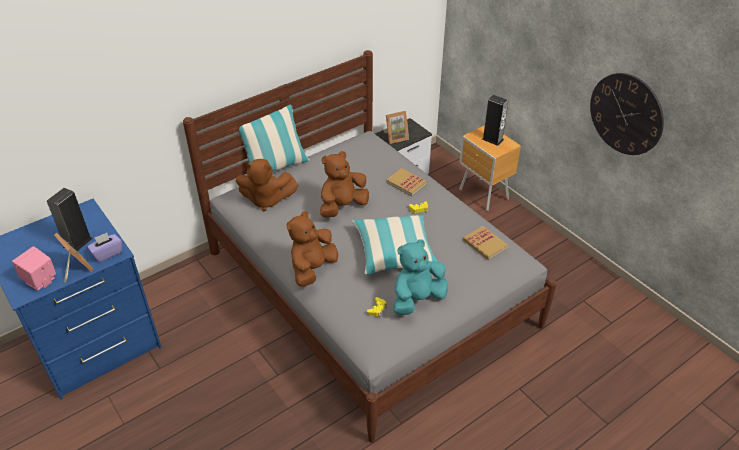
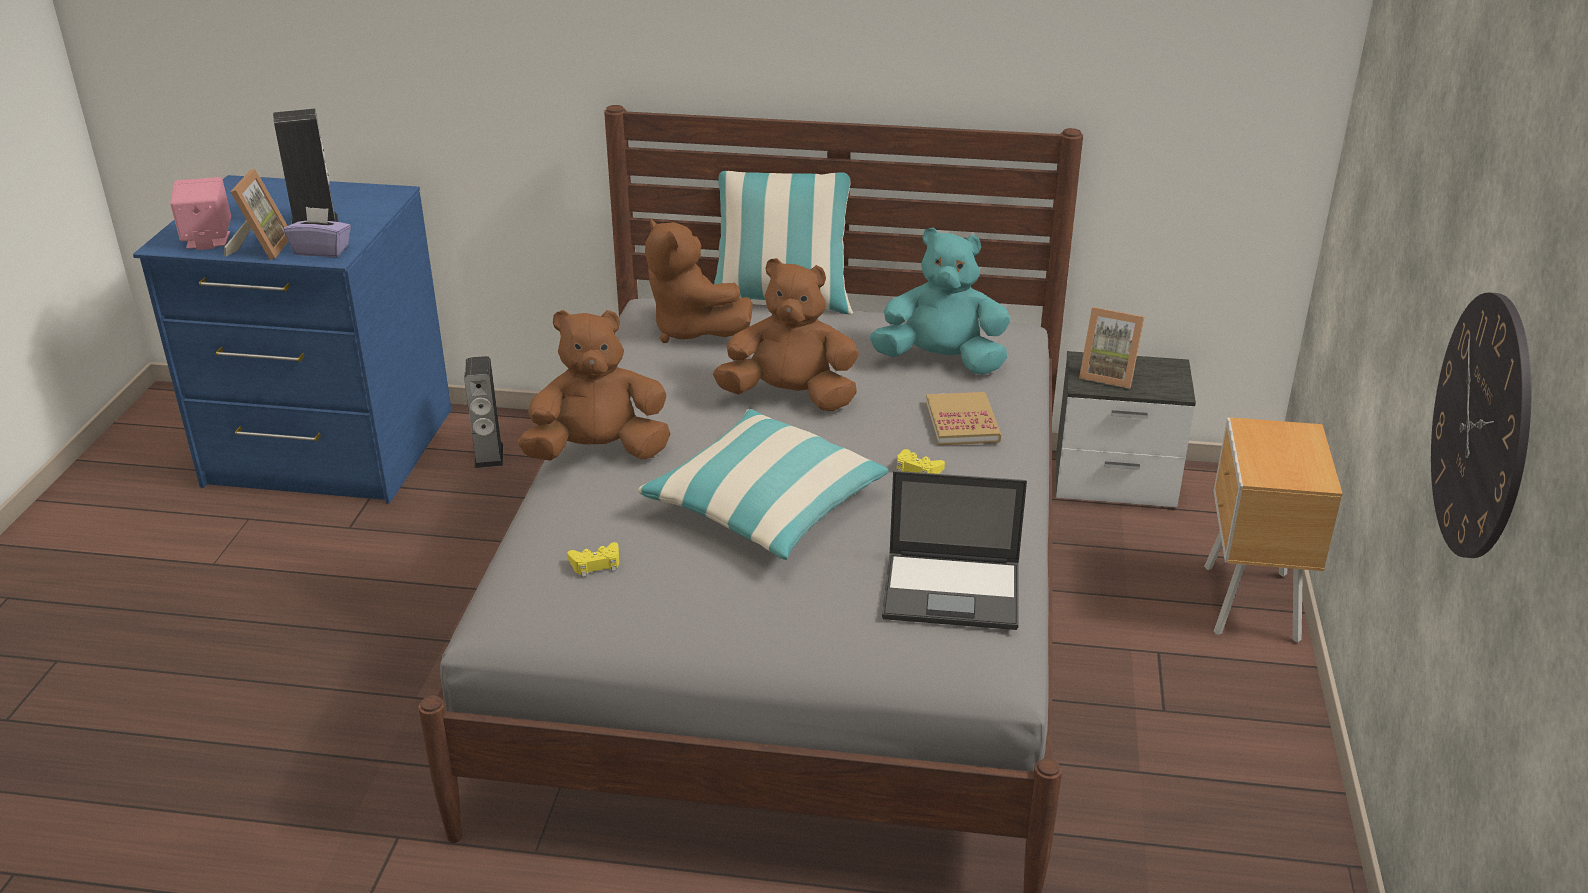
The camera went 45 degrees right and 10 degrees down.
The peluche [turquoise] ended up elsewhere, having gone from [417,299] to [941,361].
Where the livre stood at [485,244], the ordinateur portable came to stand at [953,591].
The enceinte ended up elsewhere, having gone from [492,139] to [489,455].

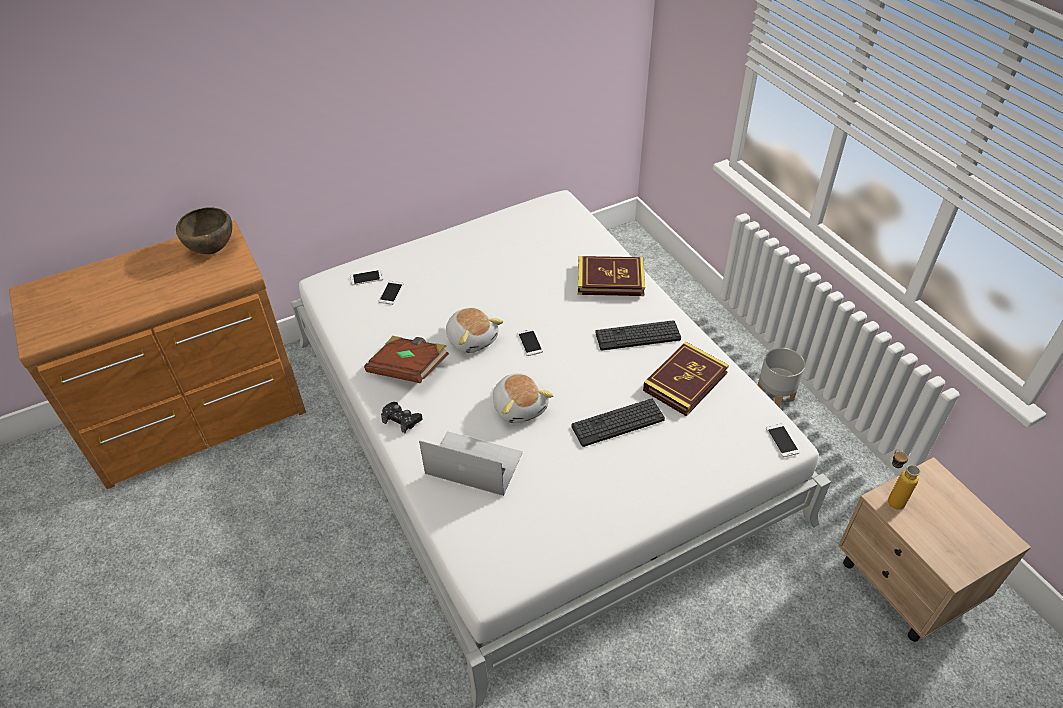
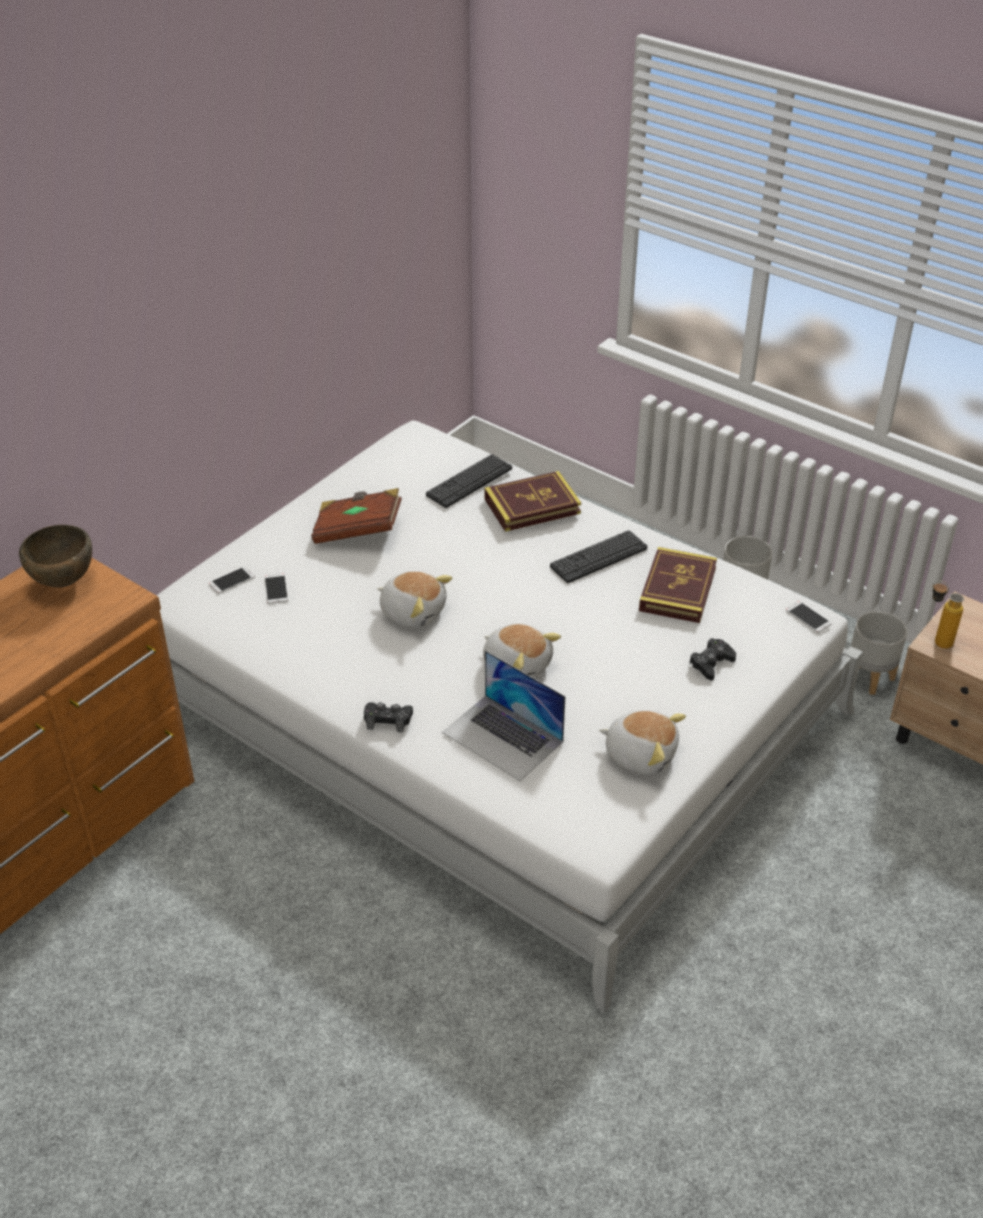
The camera went 25 degrees left and 5 degrees down.
The livre [marron] ended up elsewhere, having gone from [409,369] to [358,530].
The ordinateur portable at [473,463] ended up facing another way, 135 degrees counterclockwise from before.
The second view lost the téléphone at [530,342].
The clavier ended up elsewhere, having gone from [618,423] to [469,482].
The second view gained the peluche at [641,754].
The second view gained the manette [noir] at [711,663].
The second view gained the cache-pot [gris] at [868,677].

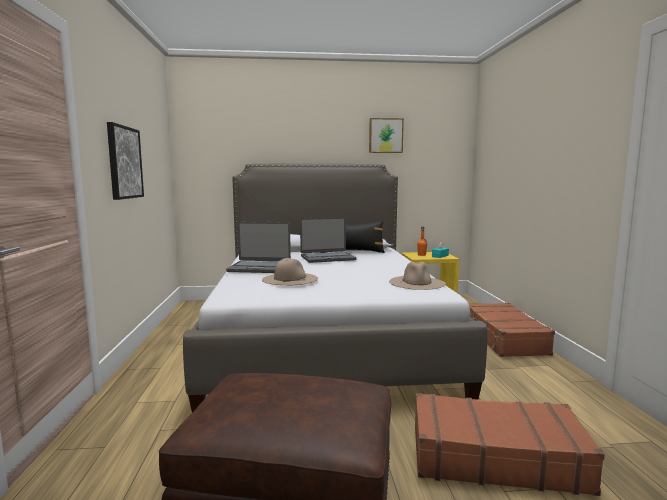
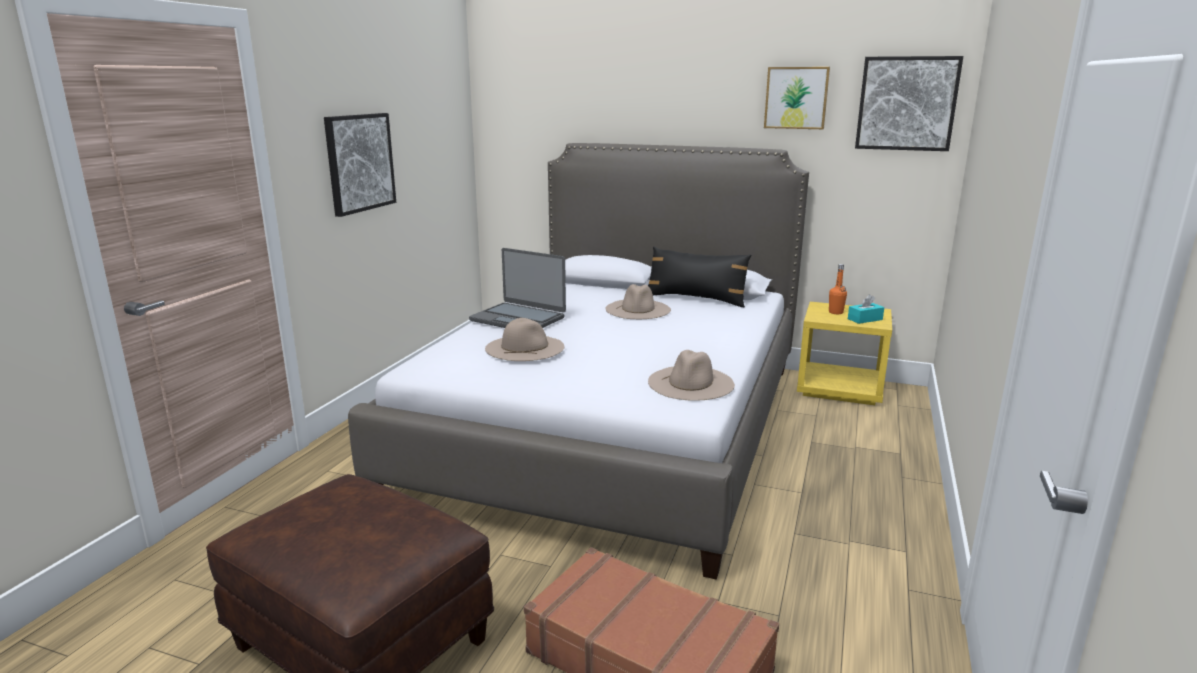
The camera went 25 degrees right and 10 degrees up.
Where the ordinateur portable stood at [327,258], the chapeau [beige] came to stand at [638,309].
The second view lost the valise [marron] at [503,339].
The second view gained the tableau at [906,103].

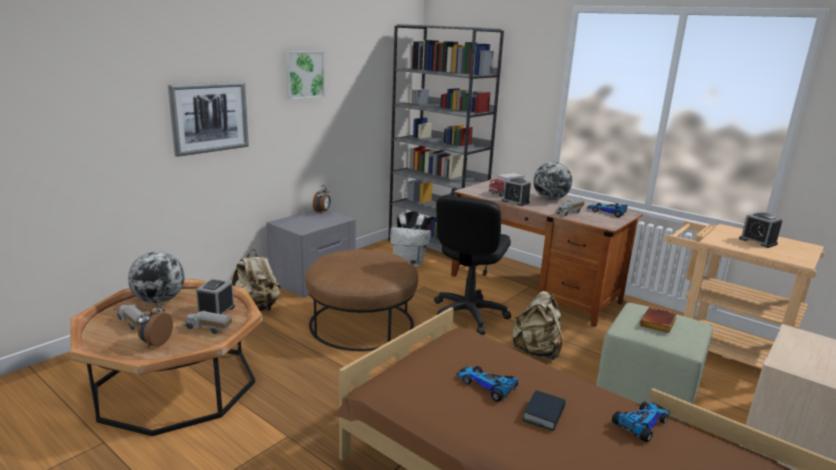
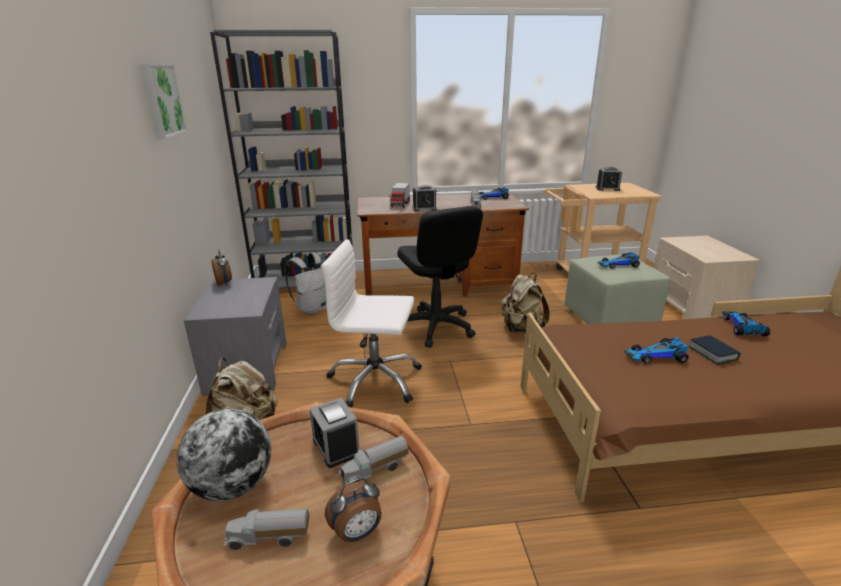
The camera went 45 degrees left and 5 degrees up.
The réveil at [156,343] ended up facing another way, 90 degrees counterclockwise from before.
The second view lost the tableau at [209,117].
Where the pouf [marron] stood at [361,323], the chaise de bureau [blanc] came to stand at [375,381].
The second view lost the globe at [550,199].
Where the livre [marron] stood at [658,324], the petite voiture came to stand at [618,265].

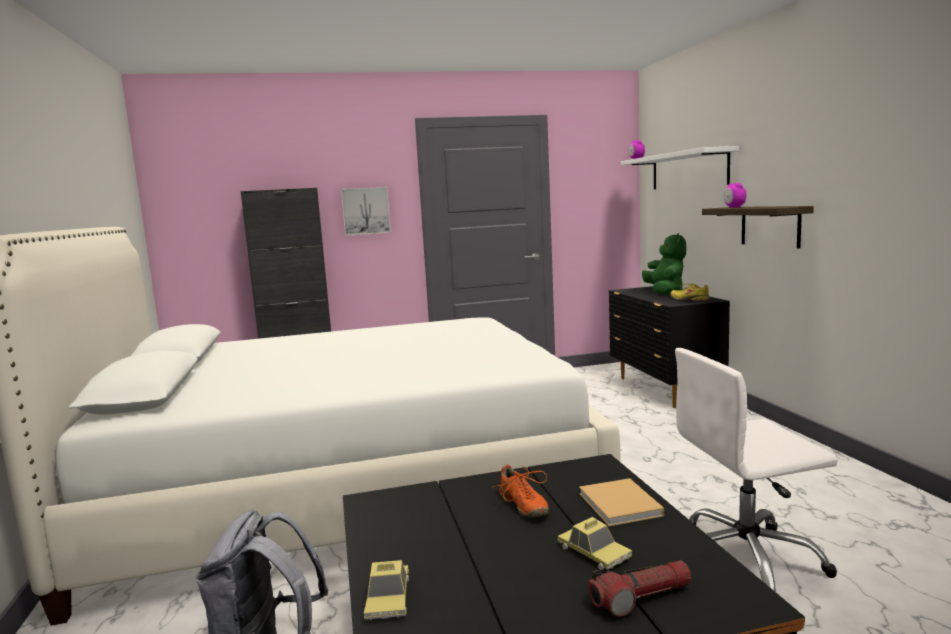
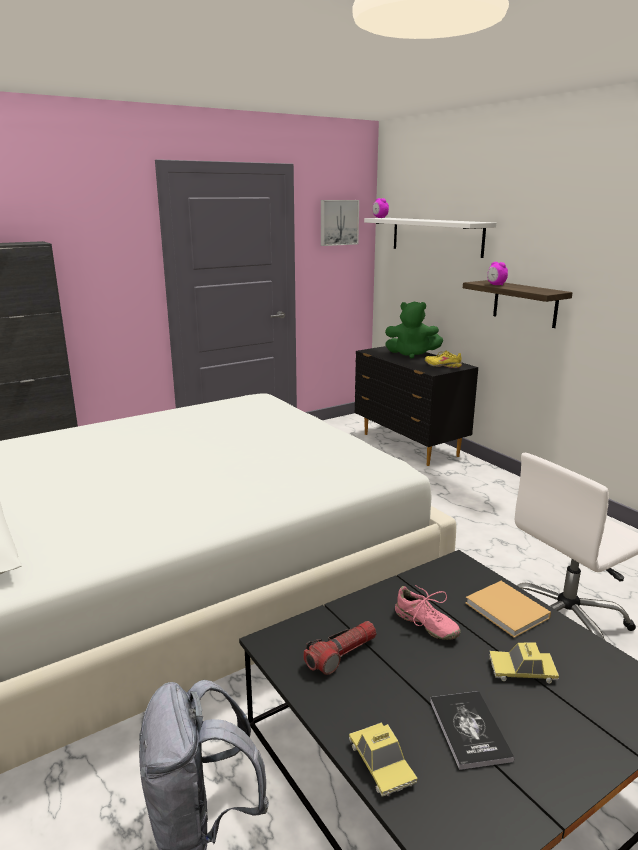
The camera went 20 degrees left and 10 degrees up.
The tableau ended up elsewhere, having gone from [365,211] to [338,222].
What was the chaussure [orange] at [523,505] turned into the chaussure [rose] at [425,625].
The petite voiture at [594,552] ended up facing another way, 150 degrees clockwise from before.
The lampe de poche ended up elsewhere, having gone from [641,597] to [341,654].
The peluche [vert] at [664,292] ended up facing another way, 120 degrees clockwise from before.
The second view gained the livre at [469,730].

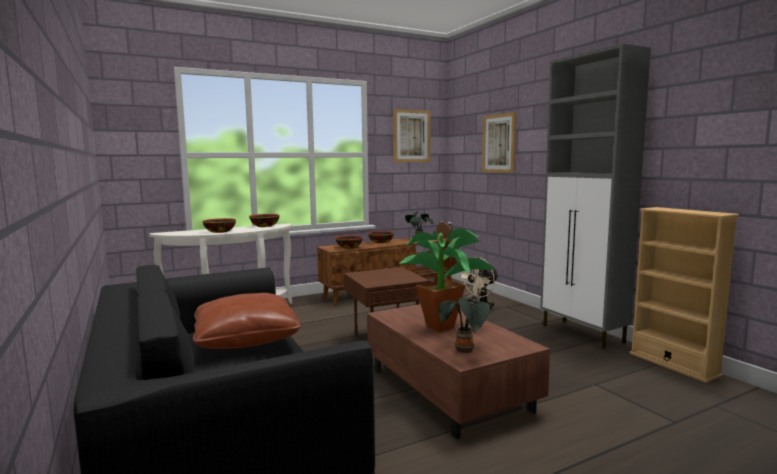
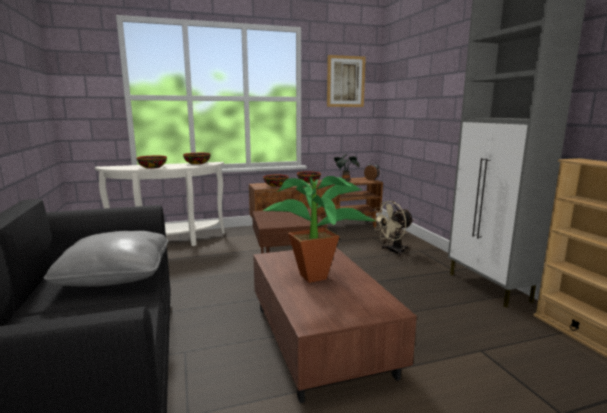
The camera went 10 degrees right and 5 degrees up.
What was the coussin [marron] at [246,339] turned into the coussin [gris] at [116,275].
The second view lost the plante en pot at [465,351].
The second view lost the tableau at [499,143].

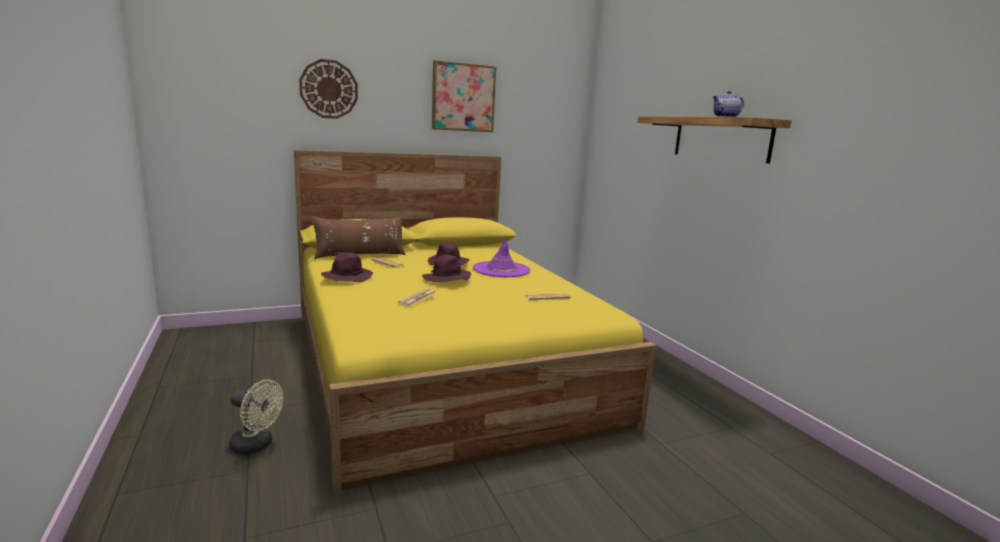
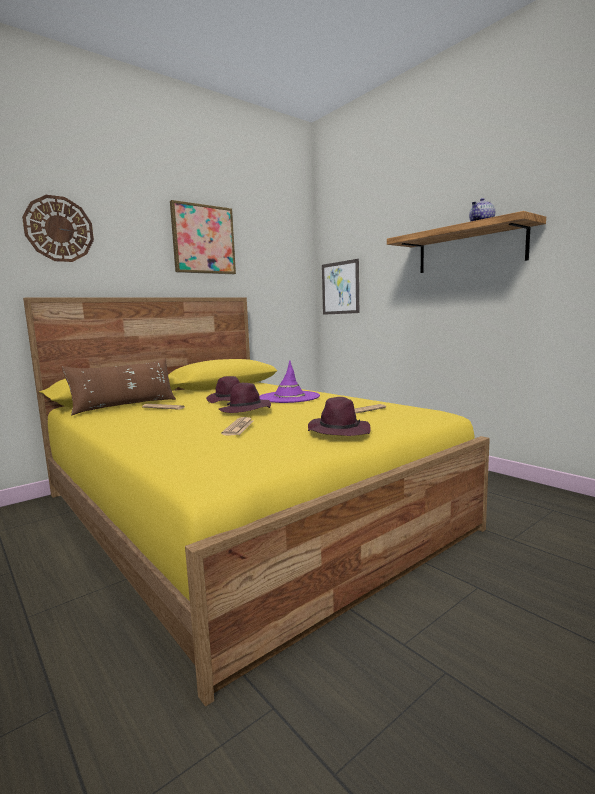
The camera went 15 degrees left and 5 degrees down.
The second view lost the ventilateur [beige] at [257,446].
The chapeau [violet] ended up elsewhere, having gone from [347,277] to [338,431].
The second view gained the tableau at [340,288].

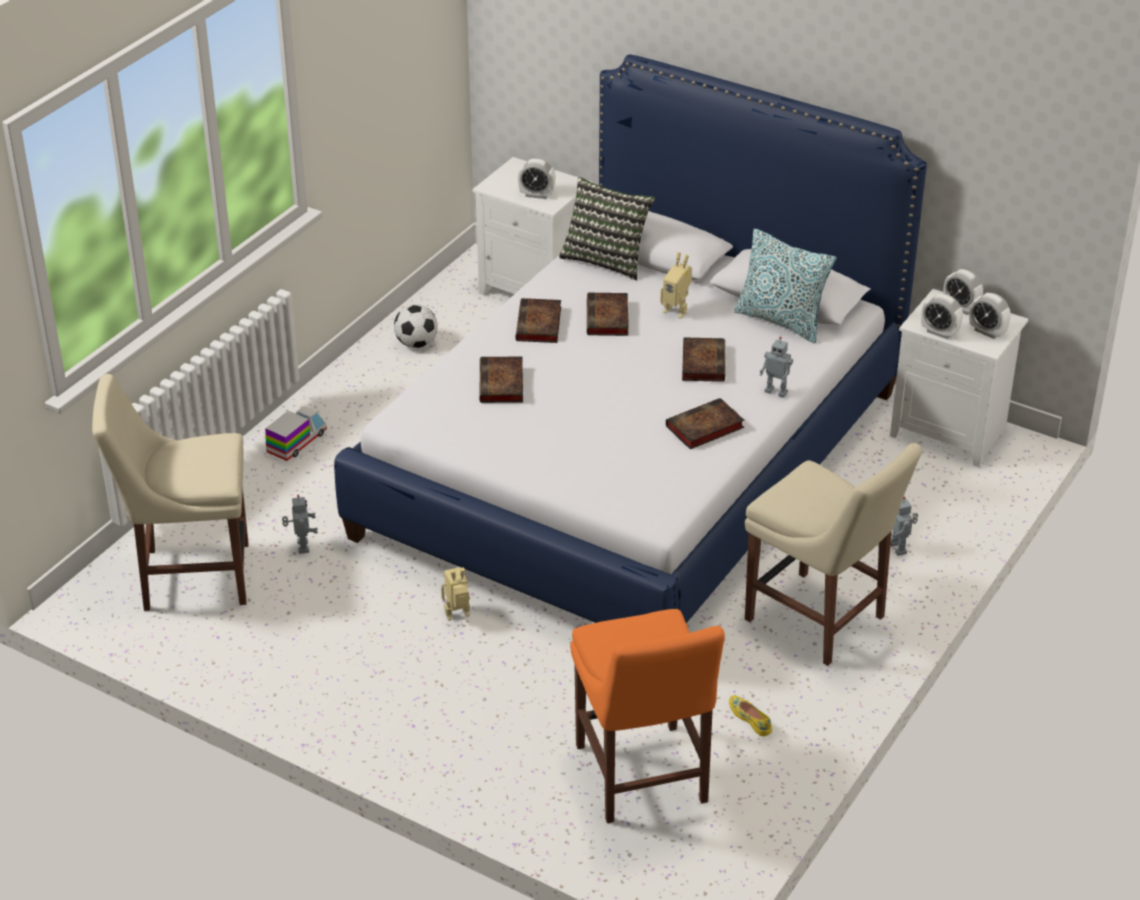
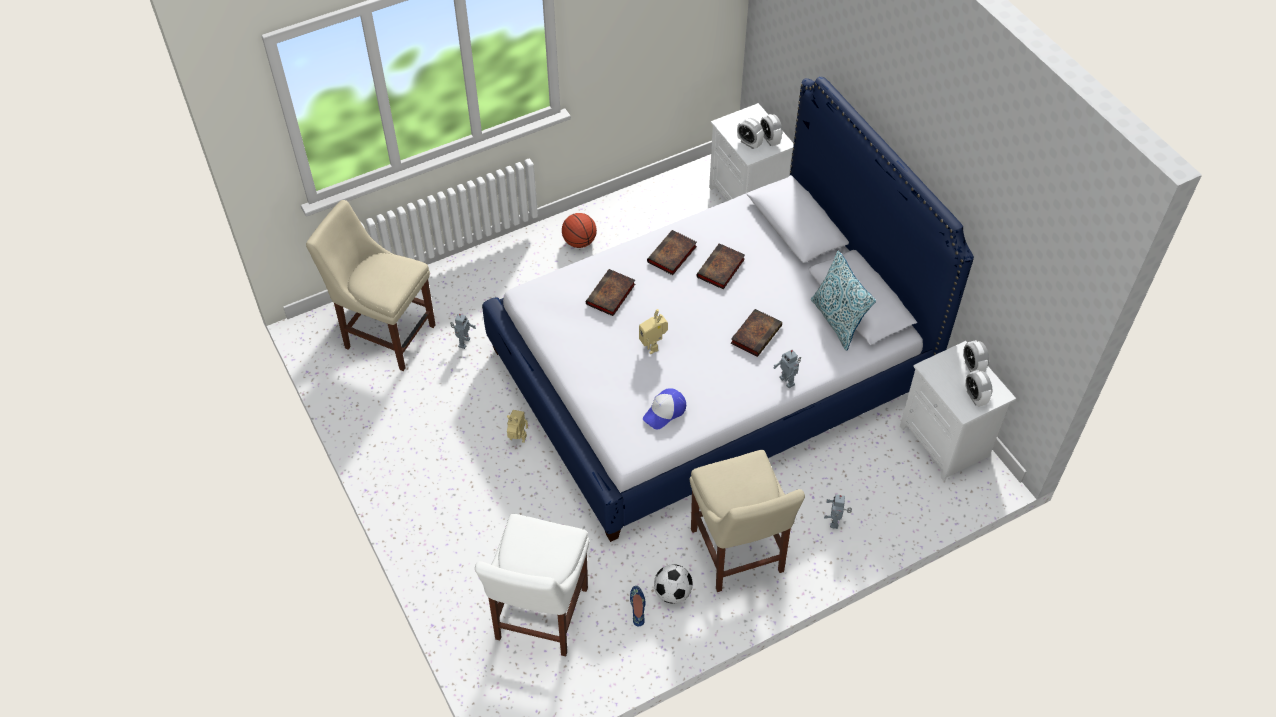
The camera went 30 degrees right and 15 degrees up.
The second view lost the camion jouet at [297,442].
The ballon de foot ended up elsewhere, having gone from [416,344] to [672,592].
The second view lost the coussin at [606,259].
What was the chaise [orange] at [642,779] turned into the chaise [blanc] at [539,618].
The robot jouet ended up elsewhere, having gone from [676,310] to [653,345].
The second view lost the livre at [703,428].
What was the chaussure [jaune] at [750,718] turned into the chaussure [bleu] at [638,607].
The réveil ended up elsewhere, having gone from [939,332] to [770,139].
The second view gained the ballon de basket at [579,242].
The second view gained the casquette at [665,412].

